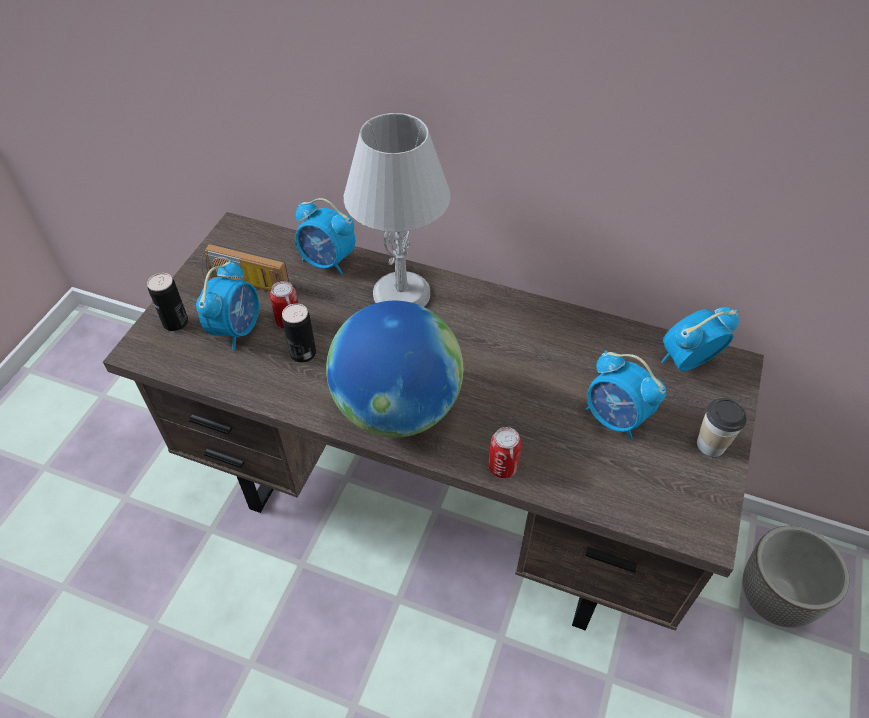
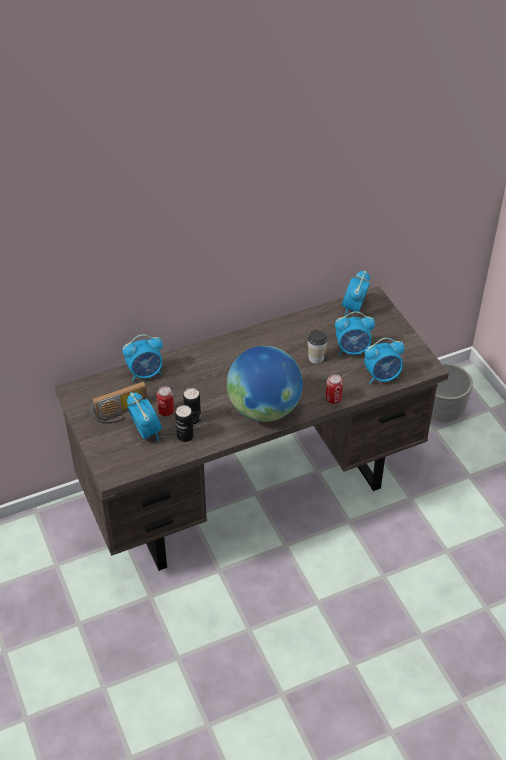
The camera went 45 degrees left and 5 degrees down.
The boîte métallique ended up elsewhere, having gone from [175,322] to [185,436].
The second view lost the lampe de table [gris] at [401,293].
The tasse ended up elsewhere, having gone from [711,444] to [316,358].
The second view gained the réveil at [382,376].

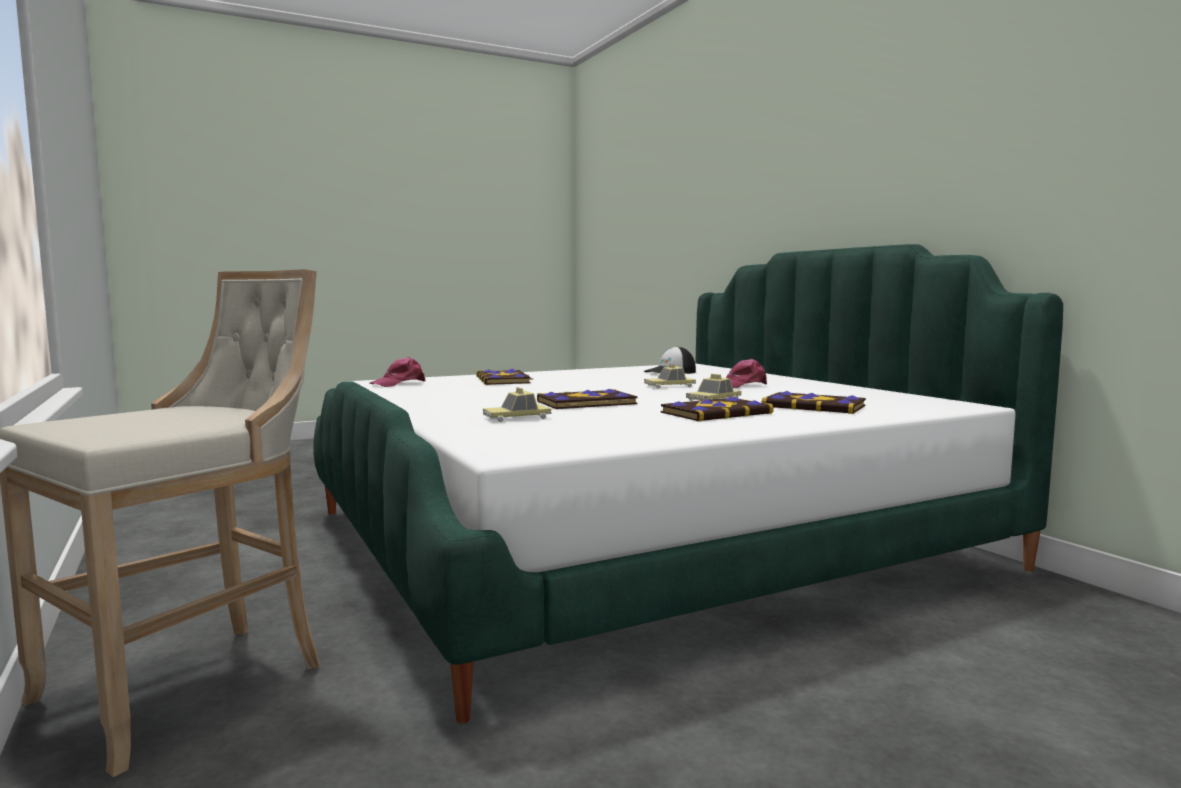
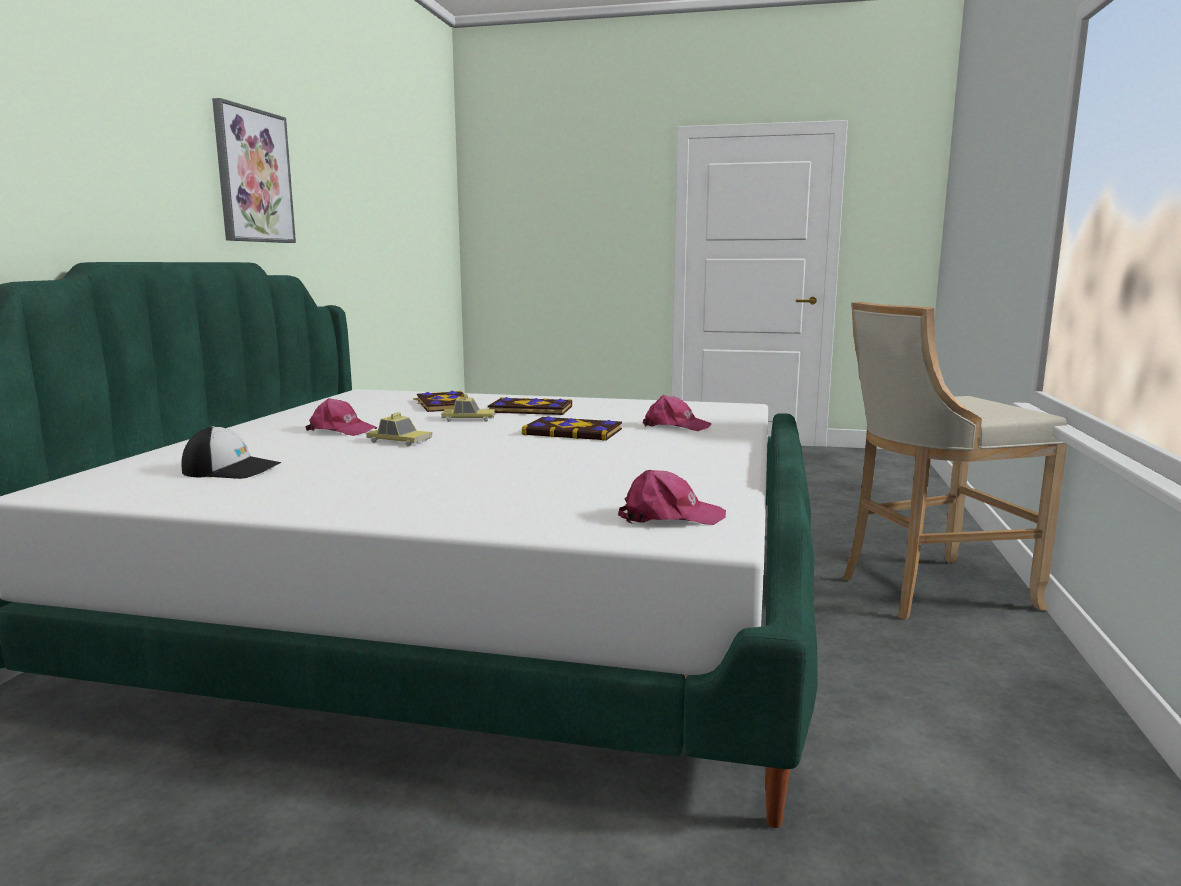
The camera went 140 degrees left and 5 degrees up.
The second view lost the livre at [504,380].
Where the petite voiture stood at [517,418], the casquette [rose] came to stand at [675,426].
The second view gained the tableau at [253,176].

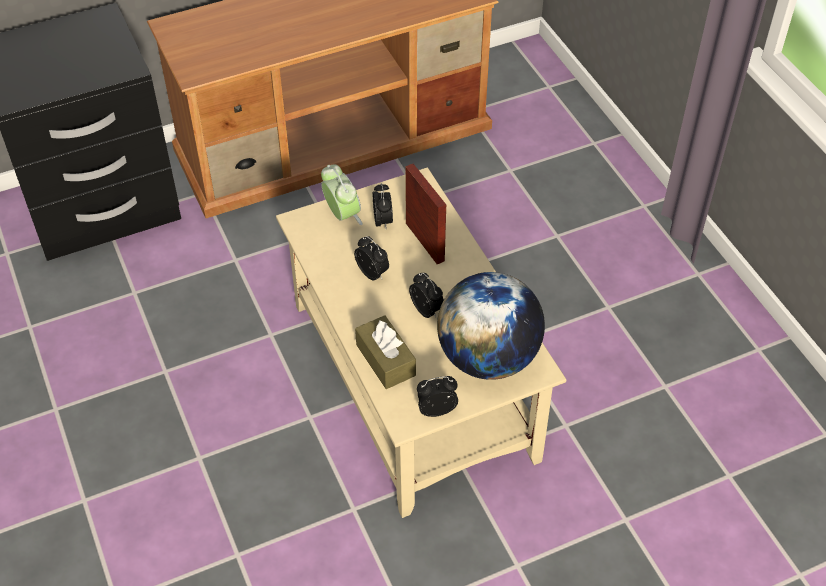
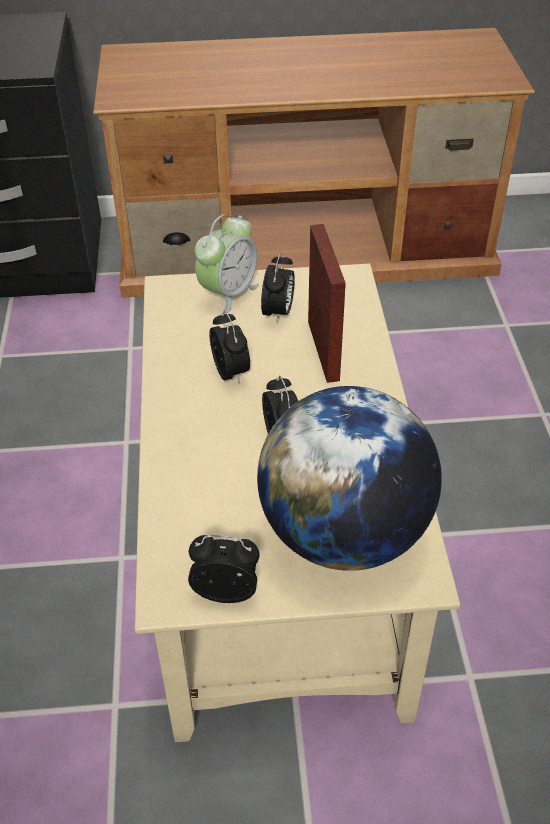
The camera went 20 degrees right and 5 degrees down.
The réveil at [342,215] ended up facing another way, 45 degrees clockwise from before.
The second view lost the boîte à mouchoirs [marron] at [385,360].

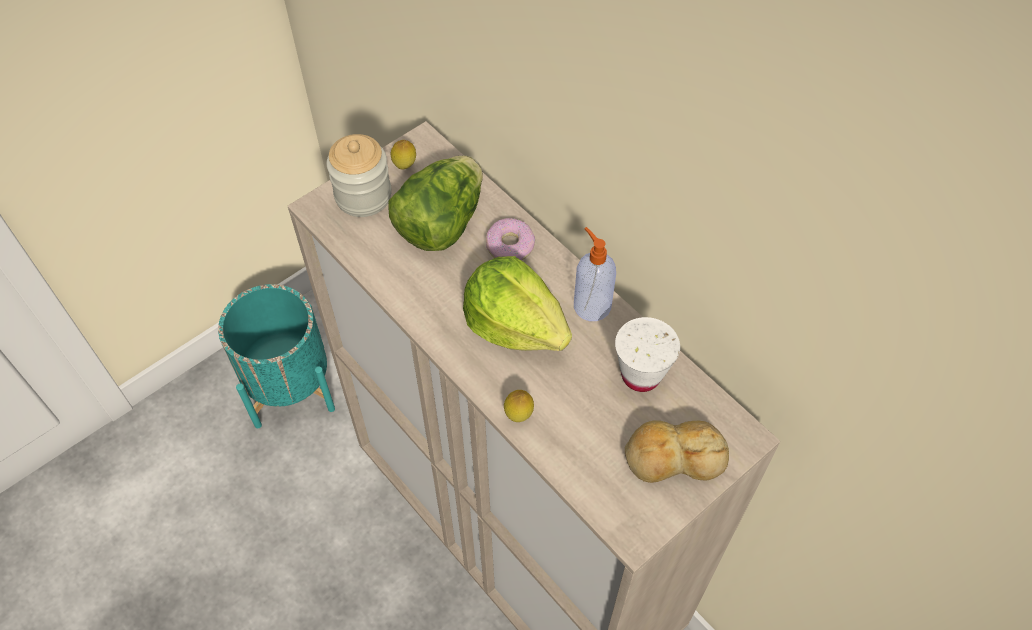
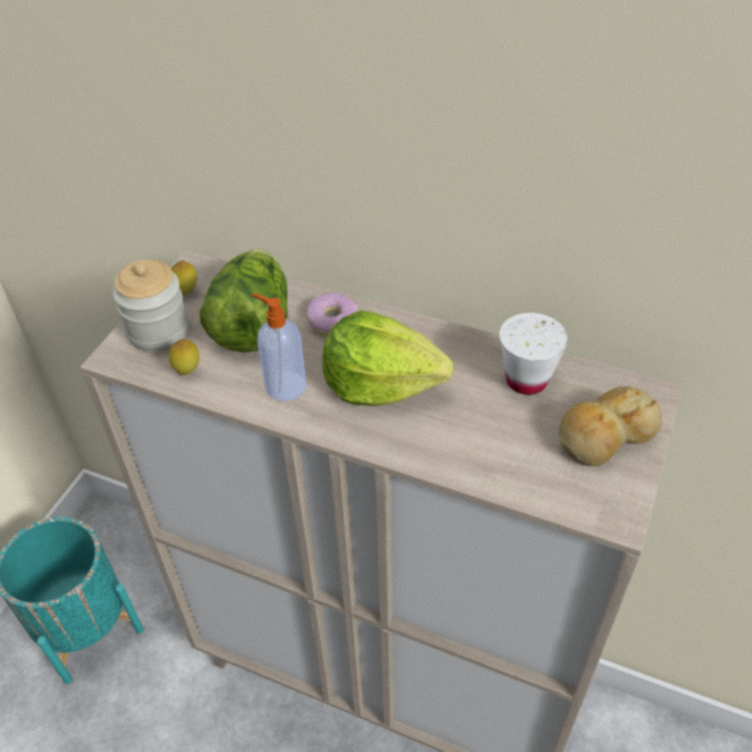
The camera went 25 degrees left and 10 degrees down.
The citron ended up elsewhere, having gone from [518,416] to [188,371].
The distributeur de savon ended up elsewhere, having gone from [591,305] to [284,385].

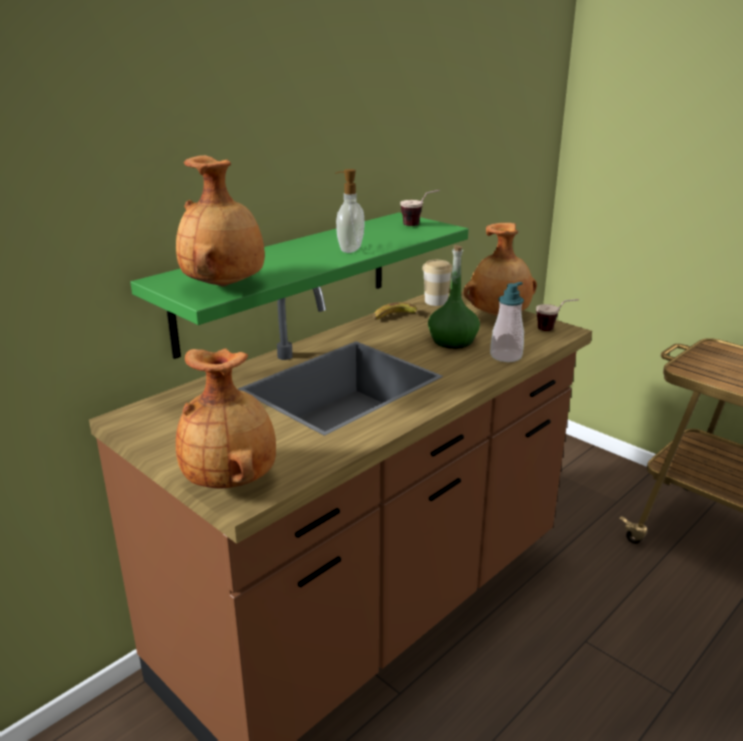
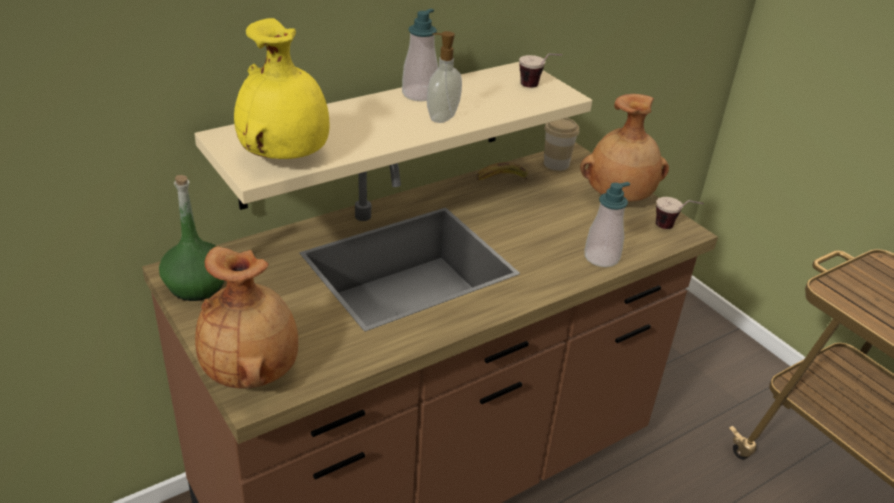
The camera went 10 degrees right and 10 degrees up.
What was the étagère [vert] at [286,280] turned into the étagère [beige] at [377,133].
What was the vase [marron] at [225,285] turned into the vase [jaune] at [286,156].
The bouteille [vert] ended up elsewhere, having gone from [453,341] to [197,286].
The second view gained the distributeur de savon at [419,94].

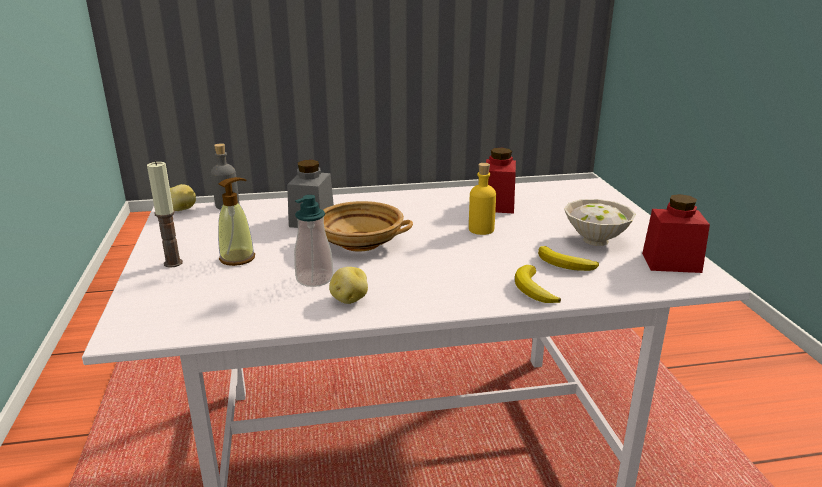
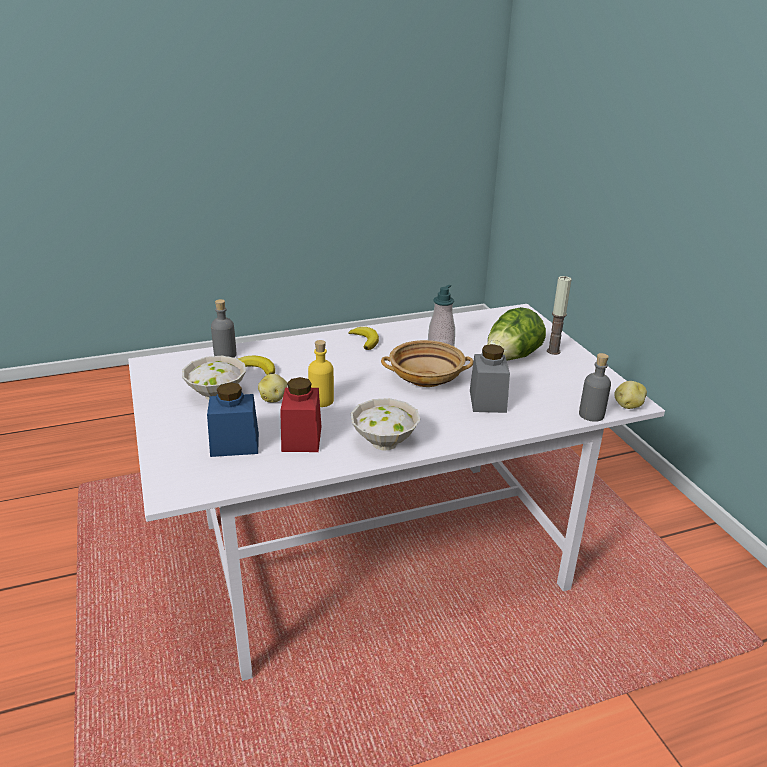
The camera went 170 degrees right and 5 degrees up.
Where the distributeur de savon stood at [237,258], the laitue came to stand at [511,358].
The pomme de terre ended up elsewhere, having gone from [349,299] to [274,399].
The banane ended up elsewhere, having gone from [533,289] to [365,340].
The second view lost the bocal [rouge] at [671,262].
The second view gained the bocal [bleu] at [235,444].
The second view gained the bouteille [gris] at [225,355].
The second view gained the bol [blanc] at [383,443].

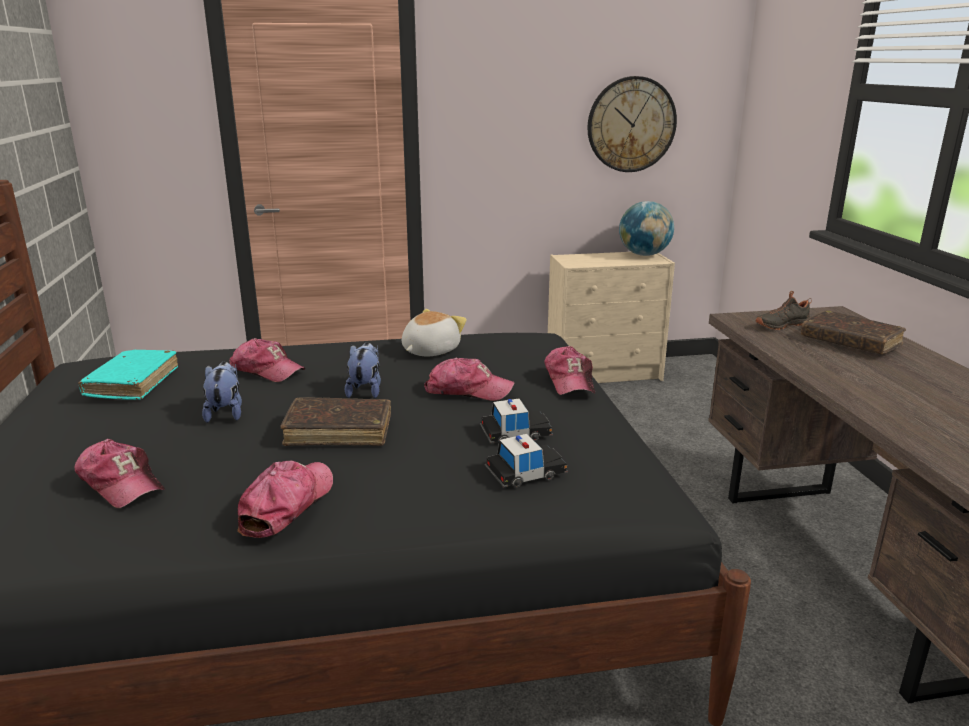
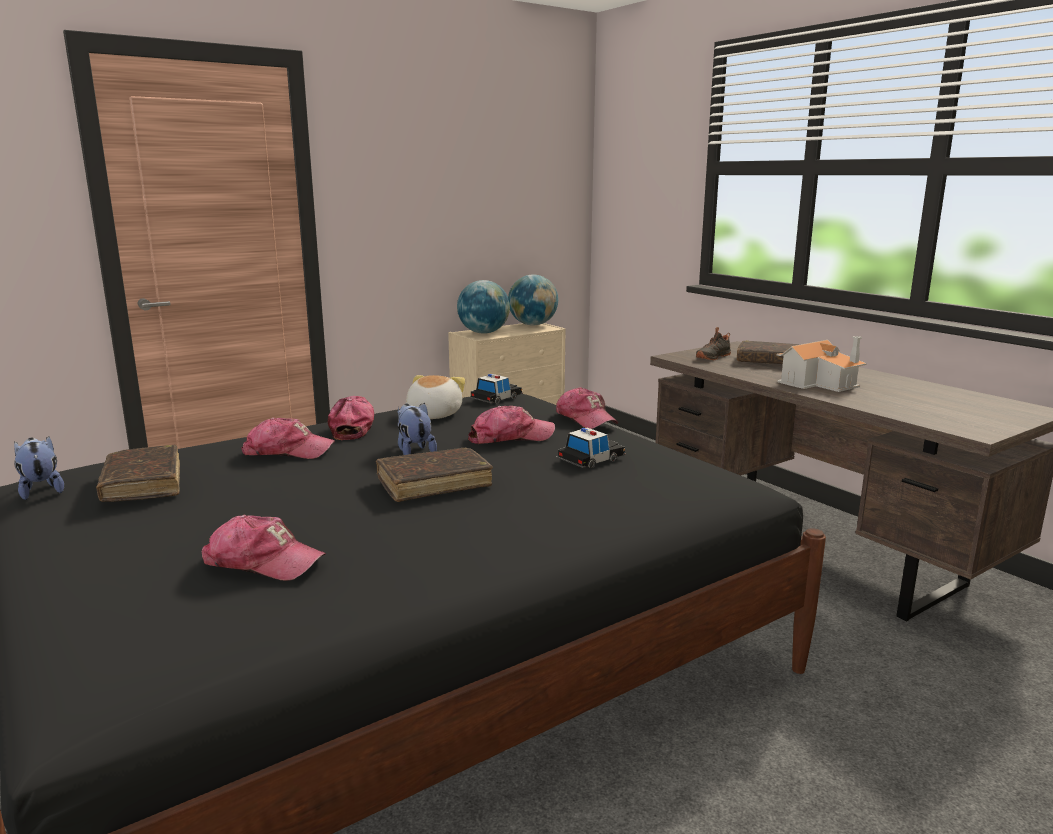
The camera went 25 degrees left and 5 degrees down.
What was the livre [turquoise] at [133,383] turned into the livre [marron] at [143,484].
The peluche ended up elsewhere, having gone from [226,413] to [41,490].
The casquette ended up elsewhere, having gone from [286,505] to [353,427].
The petite voiture ended up elsewhere, having gone from [525,472] to [496,398].
The second view lost the horloge murale at [631,124].
The second view gained the globe at [484,333].
The second view gained the maison miniature at [819,383].

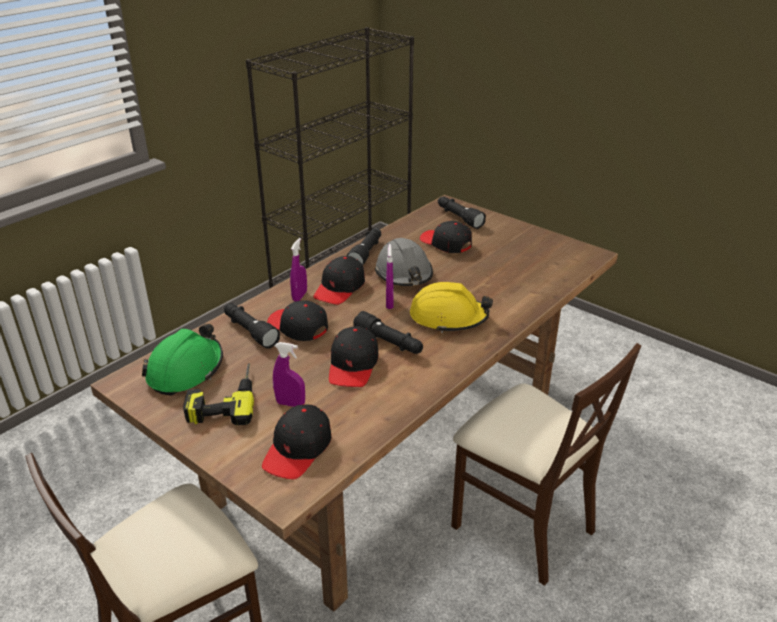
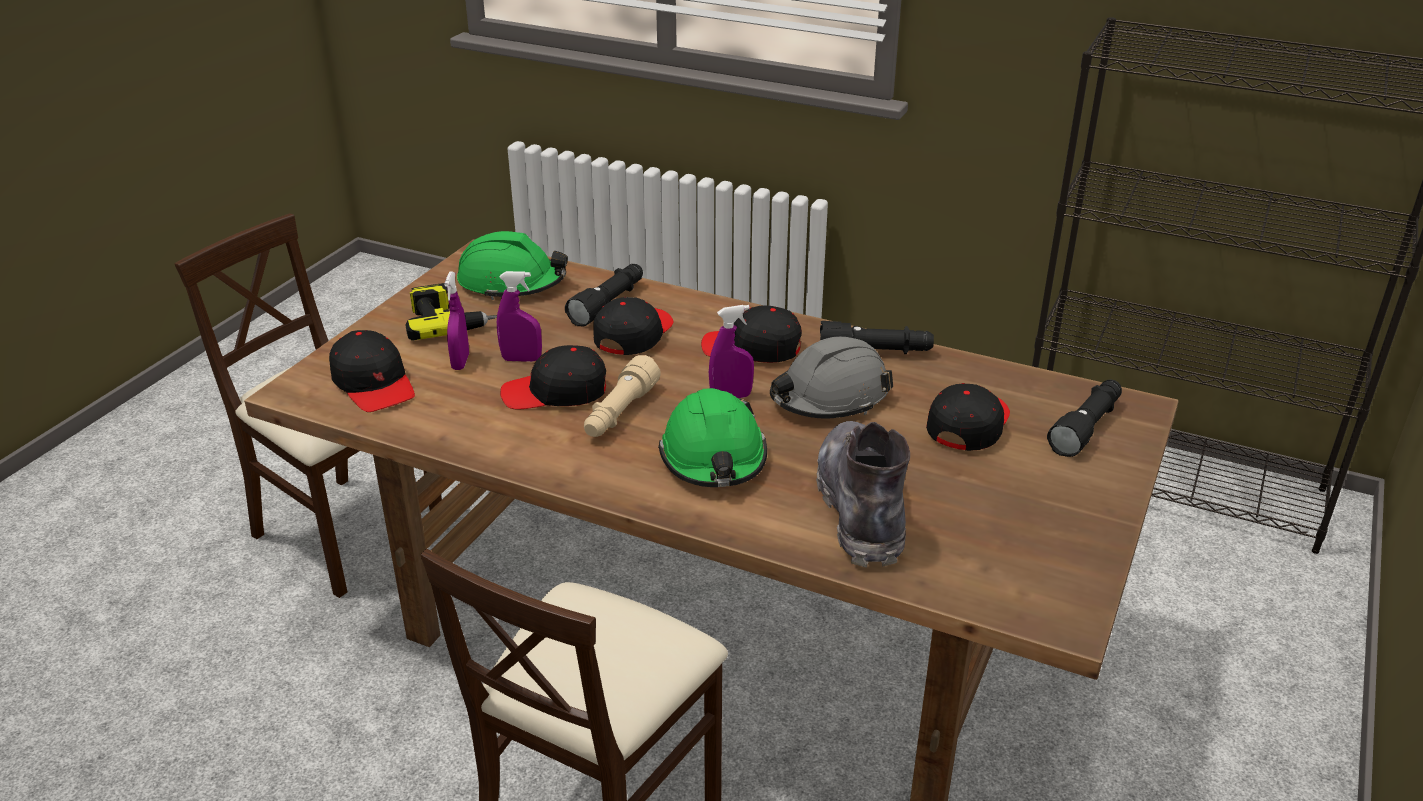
The camera went 75 degrees right and 0 degrees up.
The casquette [noir] at [298,449] ended up facing another way, 135 degrees counterclockwise from before.
The vaporisateur [violet] ended up elsewhere, having gone from [299,296] to [521,359].
What was the lampe de poche [noir] at [389,343] turned into the lampe de poche [beige] at [620,413].
What was the casque de chantier [jaune] at [448,318] turned into the casque de chantier [vert] at [714,458].
The second view gained the botte [gris] at [861,509].

